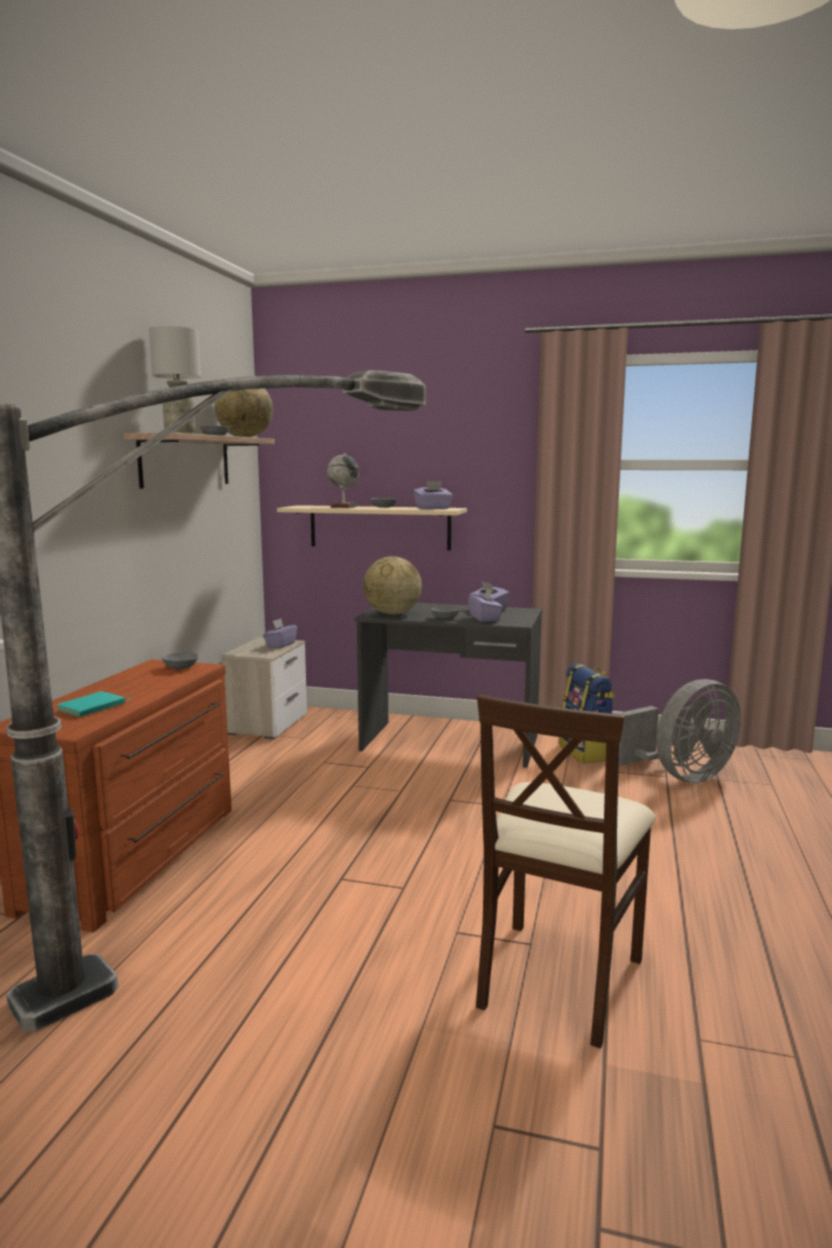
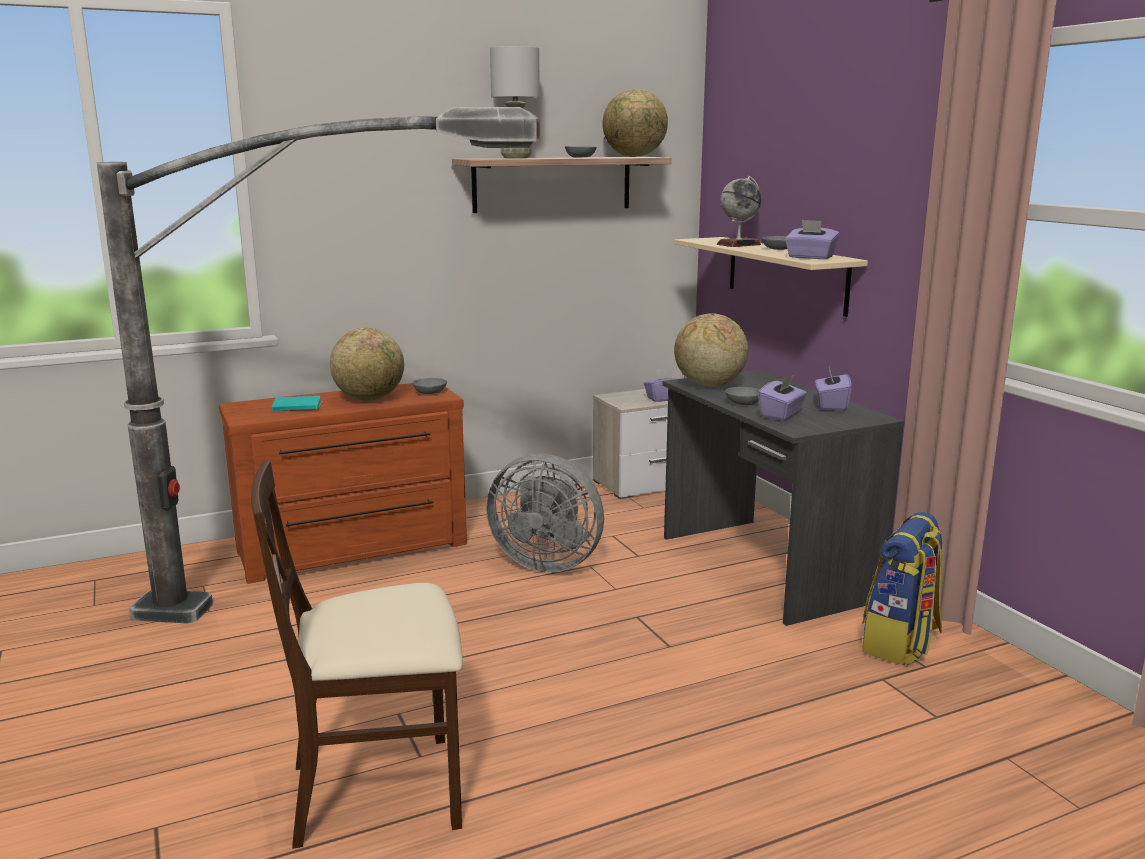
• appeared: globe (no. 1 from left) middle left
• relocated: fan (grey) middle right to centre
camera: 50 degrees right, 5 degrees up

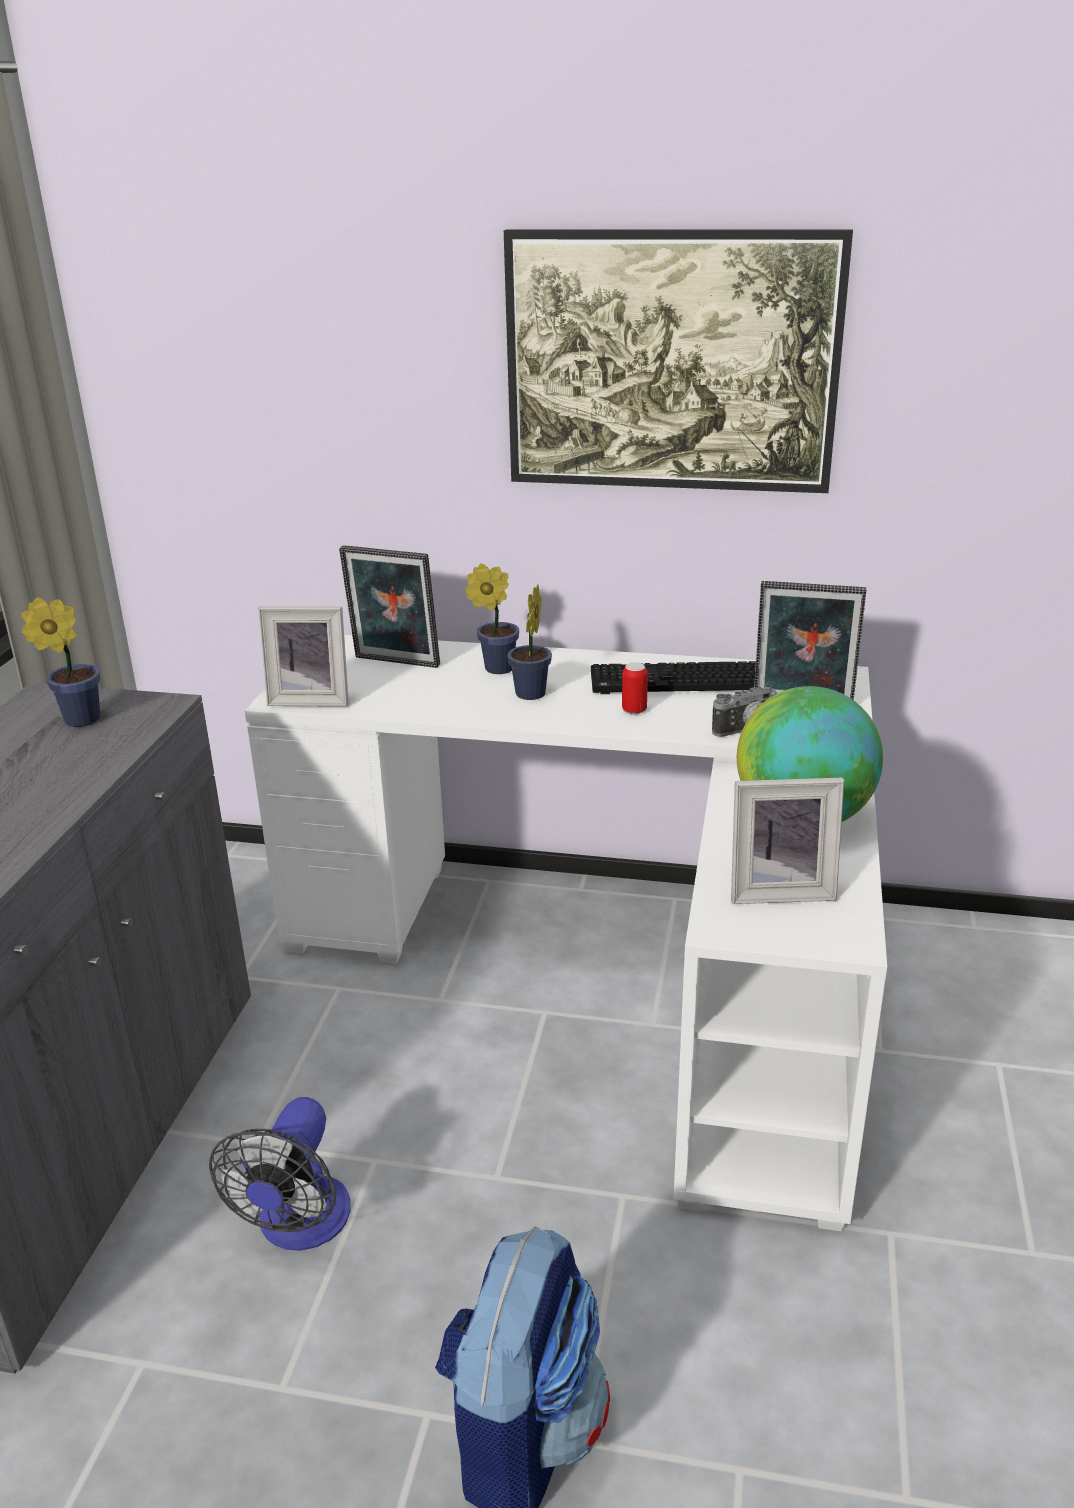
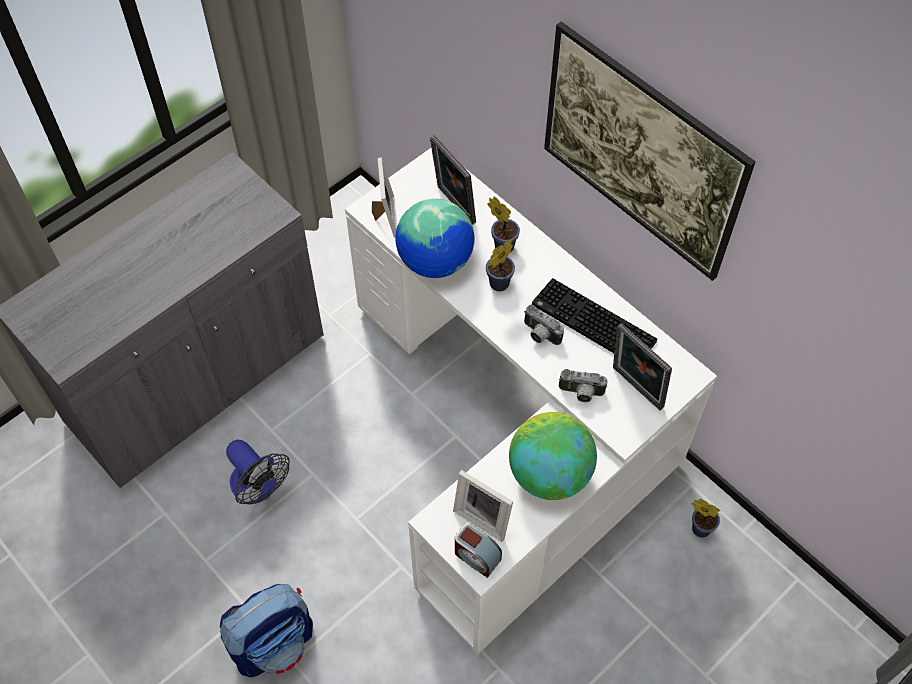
• spun: fan bottom left = bottom left 90 degrees counterclockwise
• spun: picture frame (no. 1 from left) middle left = top centre 135 degrees counterclockwise
• appeared: globe (no. 1 from left) centre
• appeared: alarm clock bottom centre
• exchanged: can centre to photo camera (no. 1 from left) centre
• relocated: potted plant (no. 1 from left in the first image) middle left to potted plant (no. 3 from left) bottom right
camera: 35 degrees right, 30 degrees up

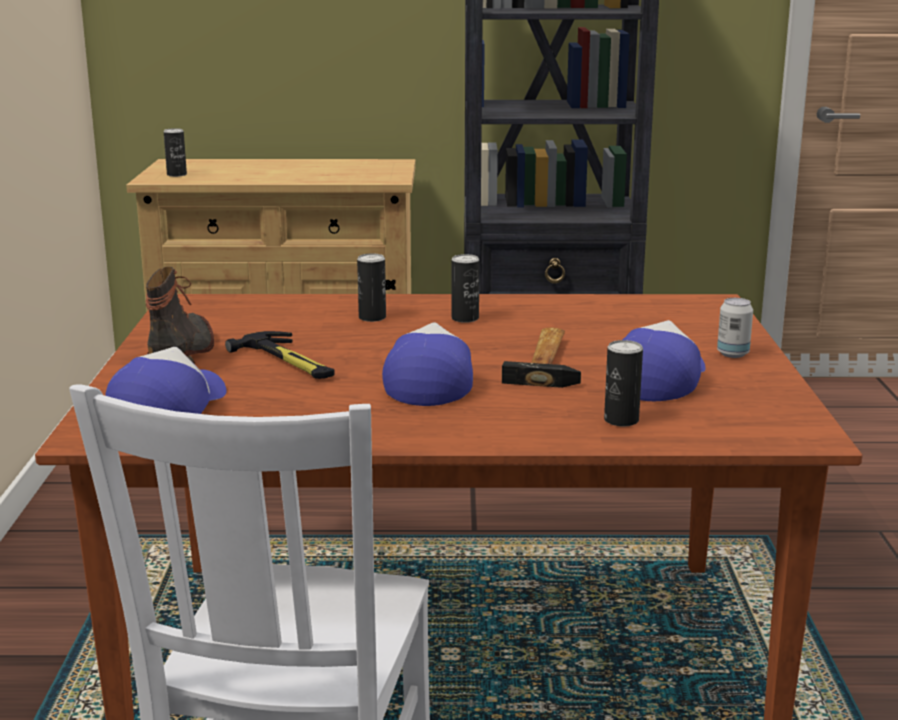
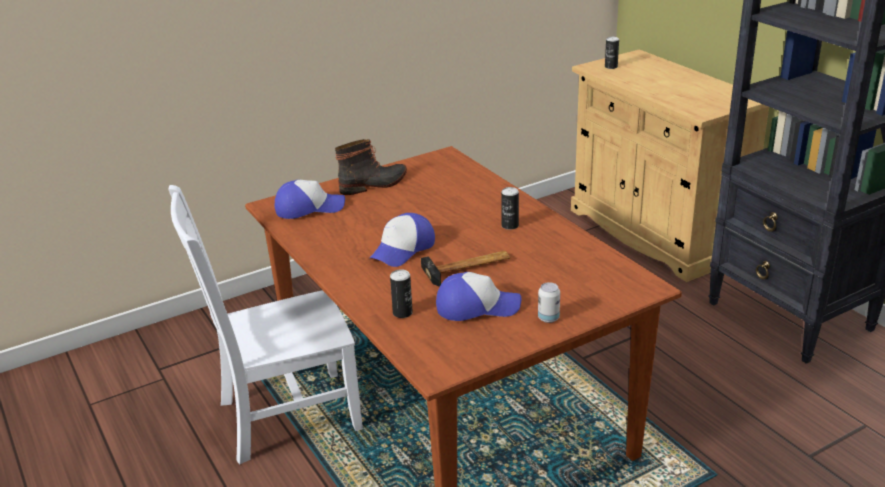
• spun: cap (no. 2 from left) centre = centre 150 degrees clockwise
• missing: hammer (no. 1 from left) middle left
• missing: can (no. 2 from left) centre
camera: 60 degrees right, 10 degrees up

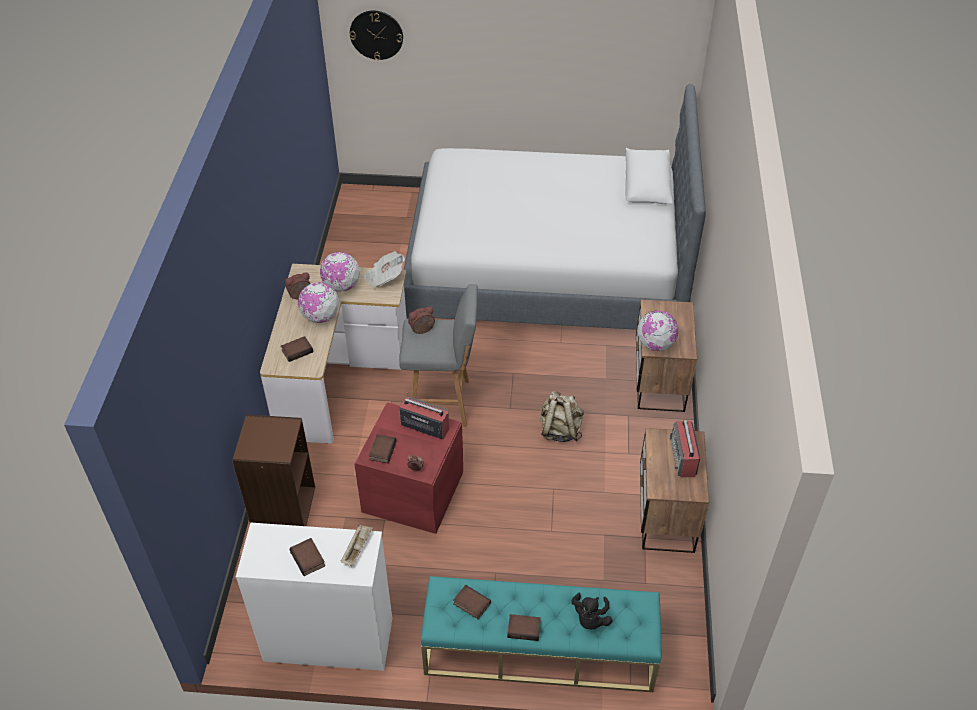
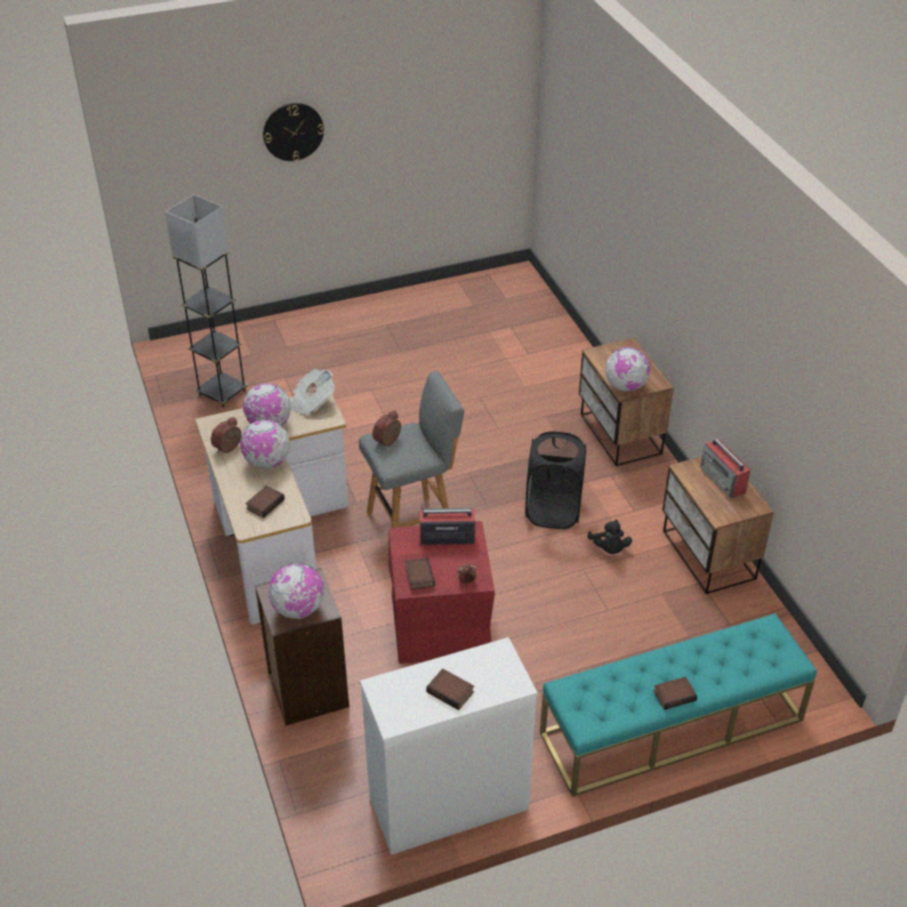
• appeared: floor lamp (grey) top left
• relocated: wall clock top centre to top left
• appeared: globe (no. 3 from left) middle left
• exchanged: backpack (beige) centre to laundry basket (black) centre
• relocated: plush toy (black) bottom centre to middle right
• missing: tray (beige) bottom centre
• missing: bed top centre
• missing: book (no. 4 from left) bottom centre
camera: 25 degrees left, 5 degrees down

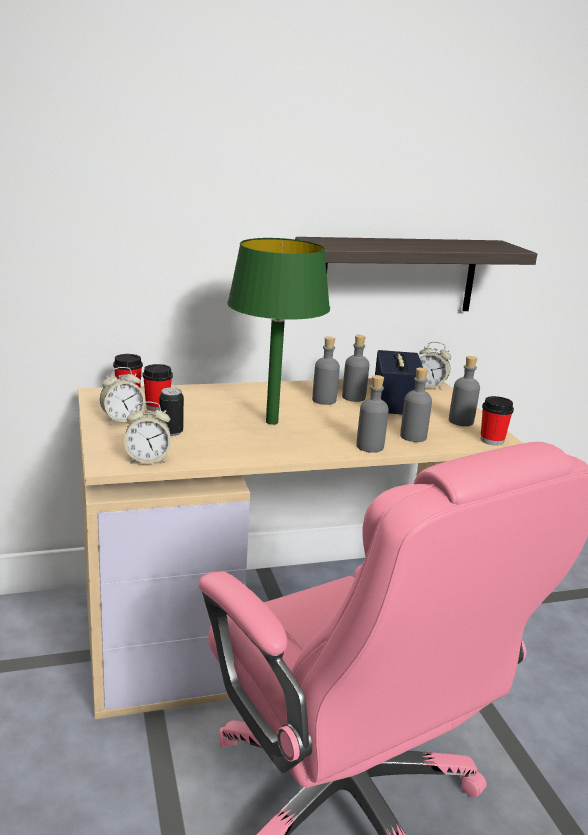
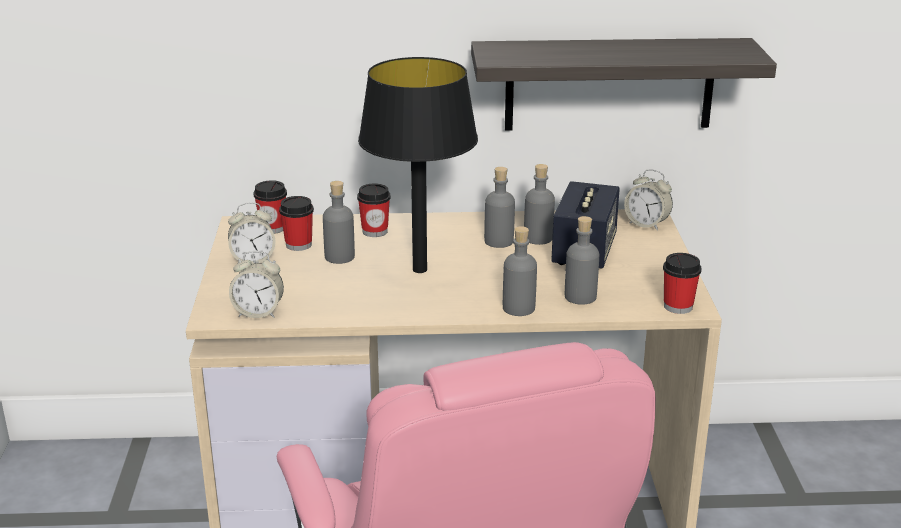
• relocated: bottle (grey) (no. 5 from left in the first image) middle right to bottle (grey) (no. 1 from left) centre
• appeared: cup (no. 3 from left) centre
• colour: table lamp (green) centre to table lamp (black) top centre
• missing: can middle left
camera: 15 degrees right, 5 degrees up

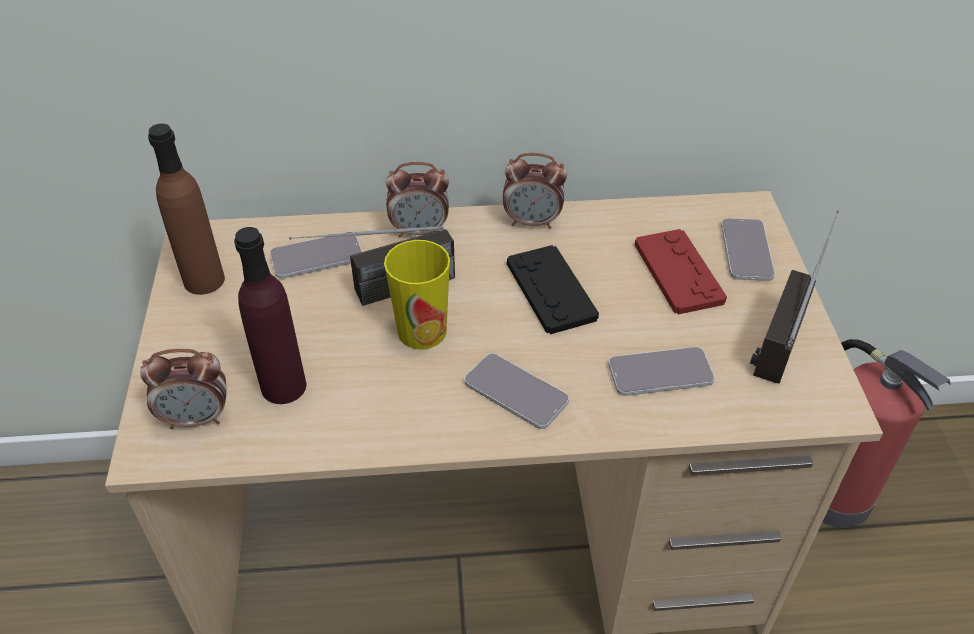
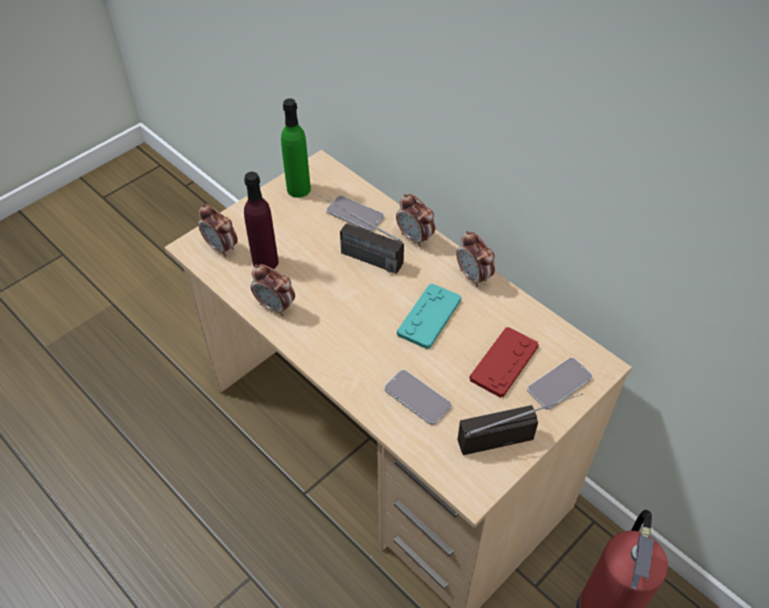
• appeared: alarm clock (no. 2 from left) centre
• colour: bottle (brown) top left to bottle (green) top centre
• colour: game controller (black) centre to game controller (turquoise) centre
• missing: cup centre
• missing: phone (no. 2 from left) centre
camera: 50 degrees right, 5 degrees up

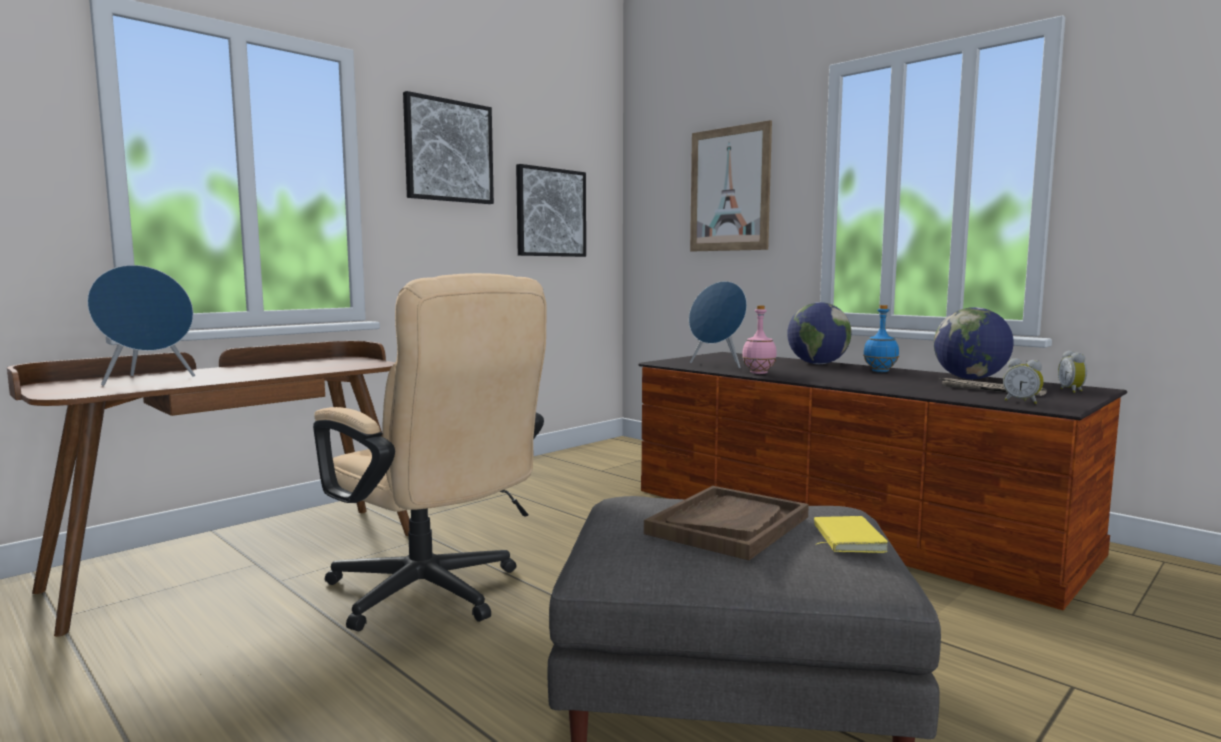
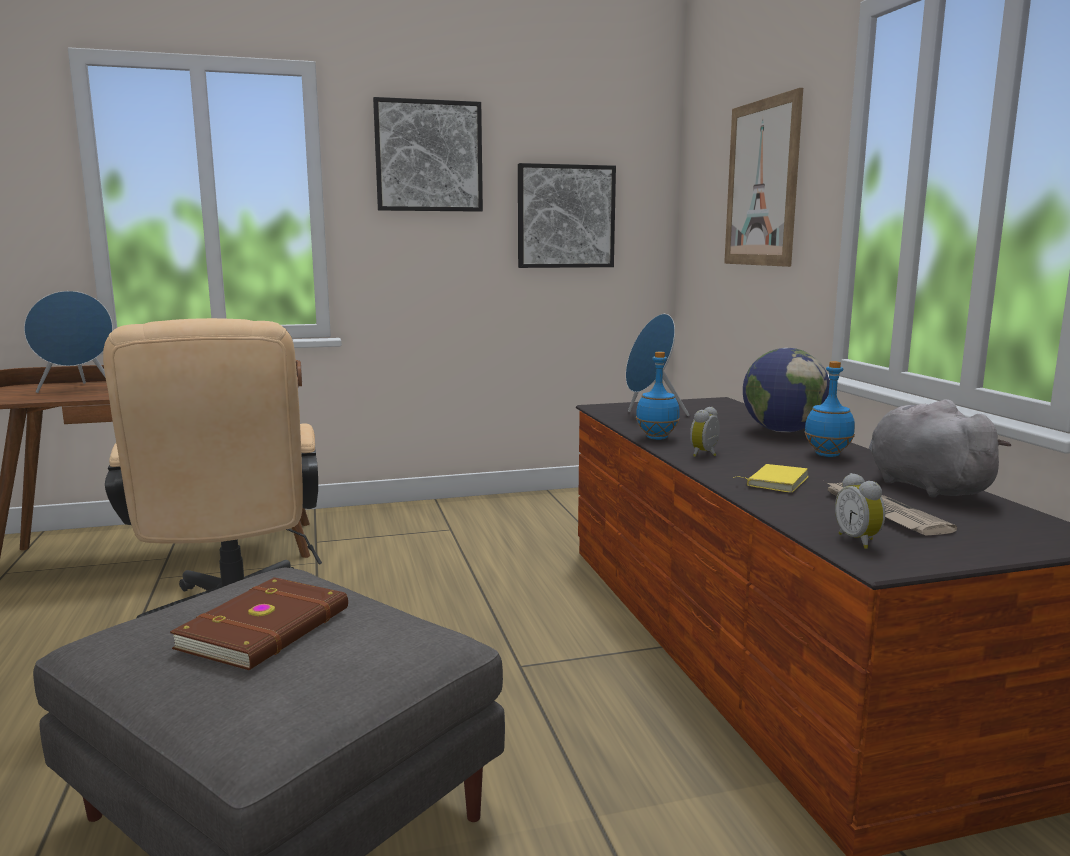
• exchanged: tray (brown) bottom centre to book (brown) bottom left
• colour: bottle (pink) centre to bottle (blue) (no. 1 from left) centre
• relocated: alarm clock (no. 2 from left in the first image) middle right to alarm clock (no. 1 from left) centre
• relocated: book (yellow) bottom right to middle right
• exchanged: globe (no. 2 from left) middle right to plush toy (grey) middle right
camera: 30 degrees right, 5 degrees up

